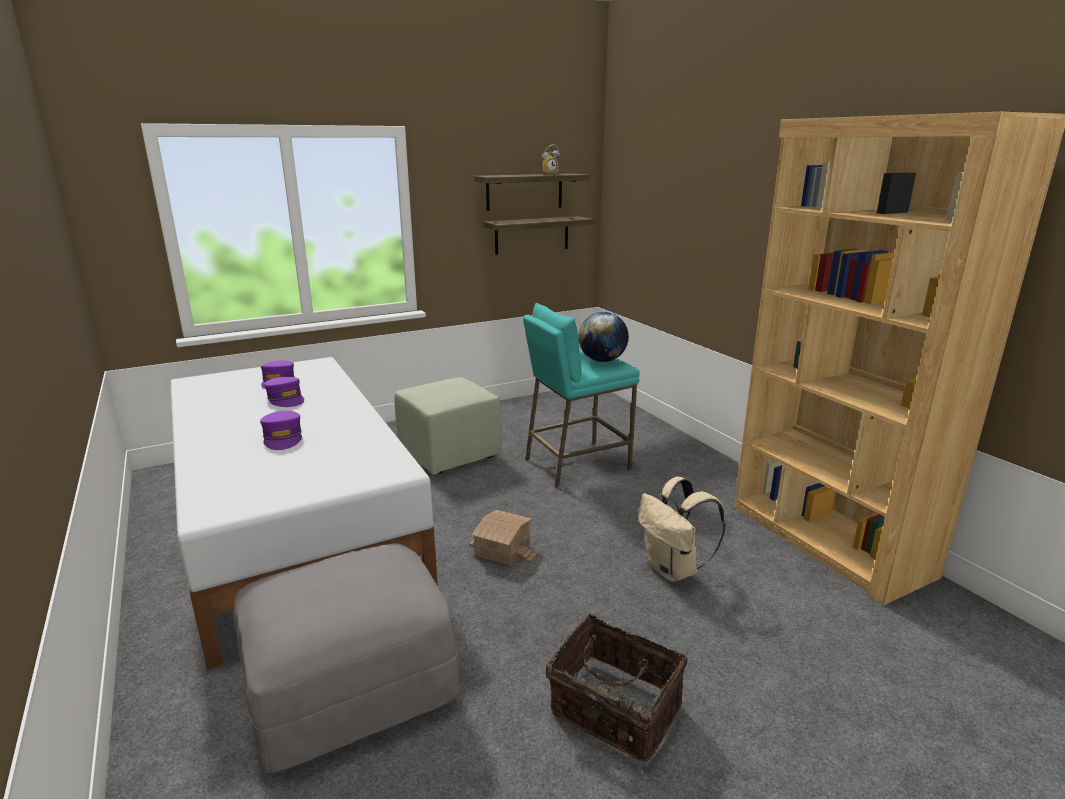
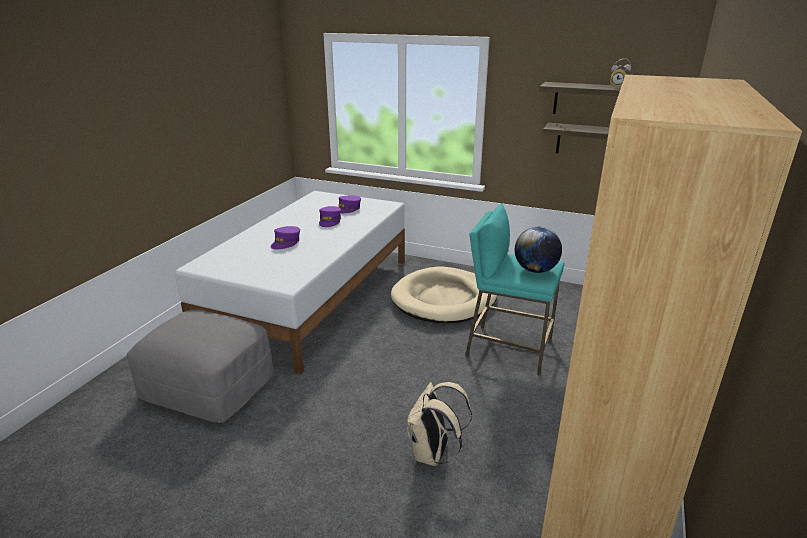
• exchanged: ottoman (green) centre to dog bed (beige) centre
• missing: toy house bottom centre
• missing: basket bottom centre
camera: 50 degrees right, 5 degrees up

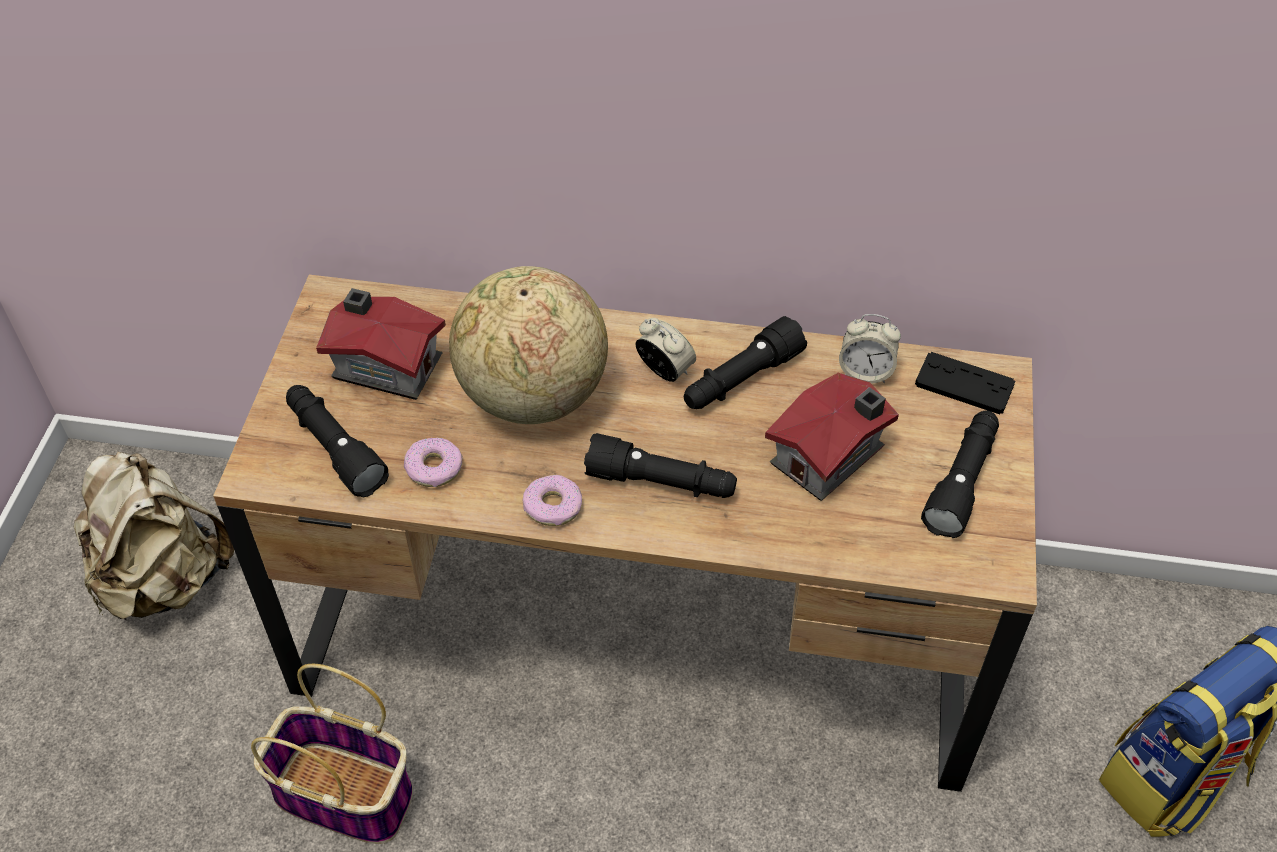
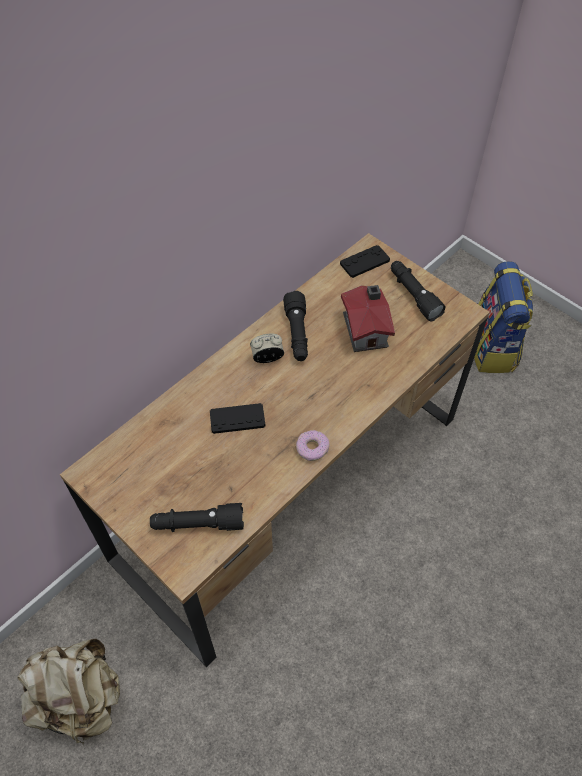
• exchanged: globe centre to game controller (black) (no. 1 from left) centre
• missing: basket bottom left
• missing: toy house (no. 1 from left) middle left
• missing: donut (no. 1 from left) centre
• missing: flashlight (black) (no. 2 from left) centre
• missing: alarm clock (no. 2 from left) middle right
camera: 55 degrees left, 5 degrees up

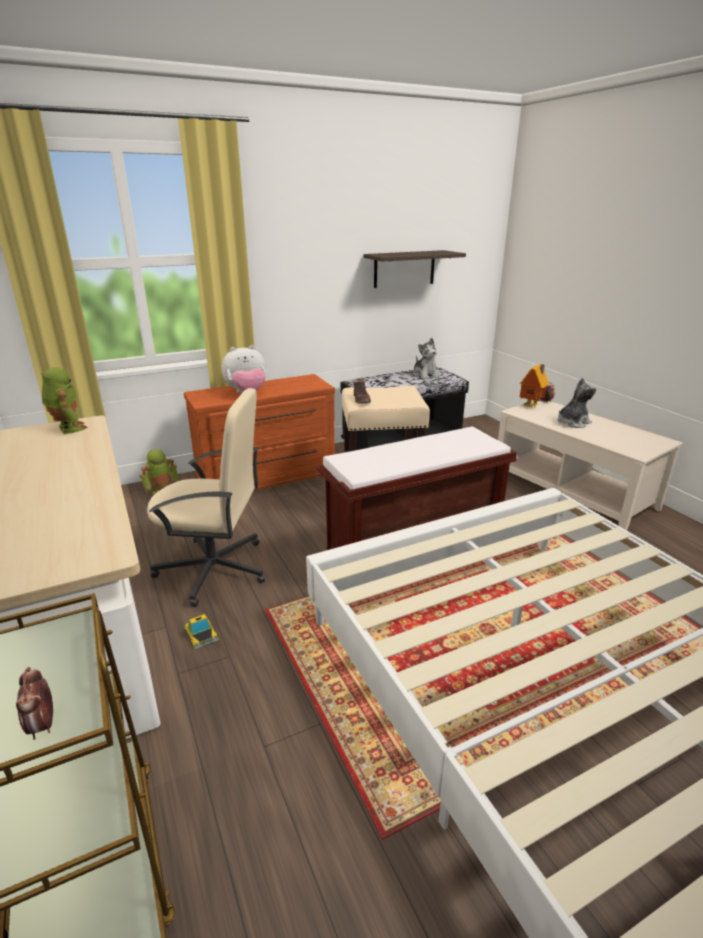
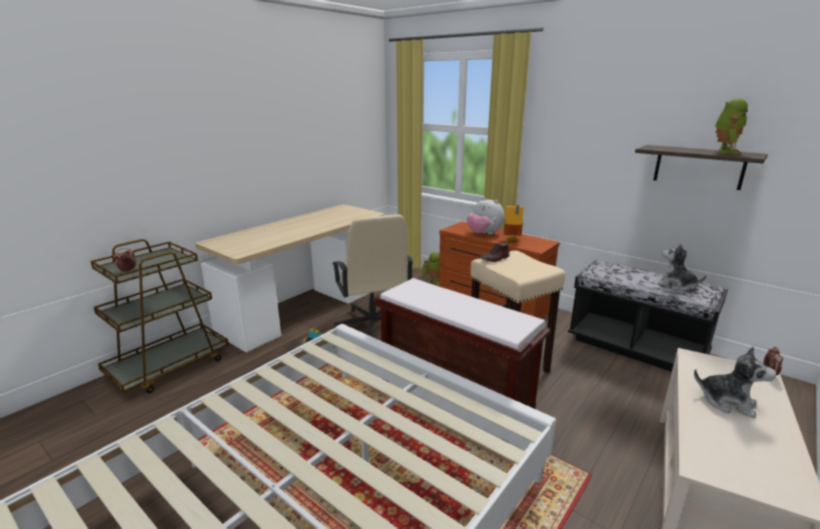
• relocated: toy house middle right to centre
• spun: plush toy (no. 2 from left) centre = middle right 90 degrees clockwise
• relocated: toy robot (no. 1 from left in the first image) middle left to toy robot (no. 2 from left) top right
camera: 65 degrees right, 5 degrees down

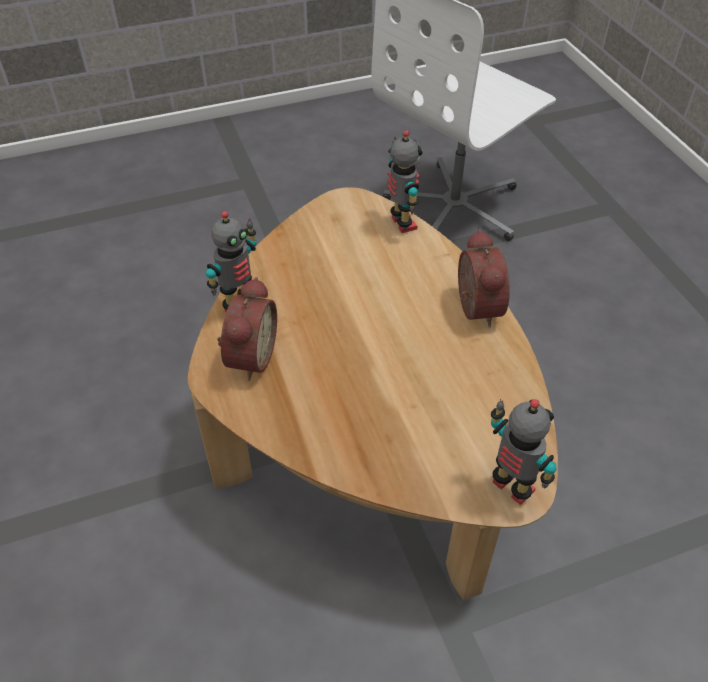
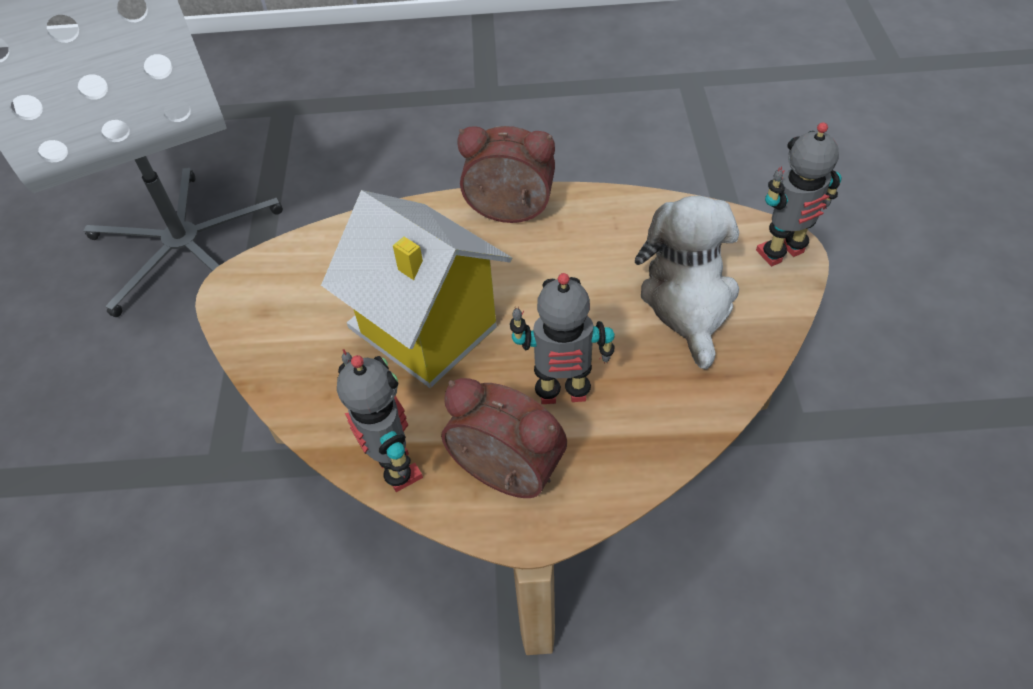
• appeared: toy house centre
• relocated: toy robot (no. 2 from left) top centre to centre
• appeared: plush toy centre
camera: 70 degrees left, 5 degrees up

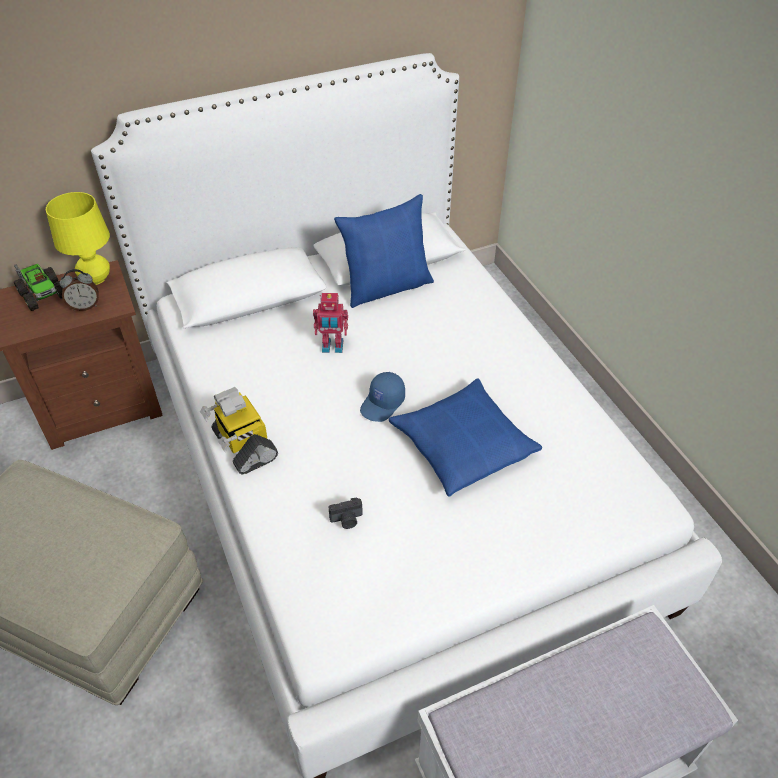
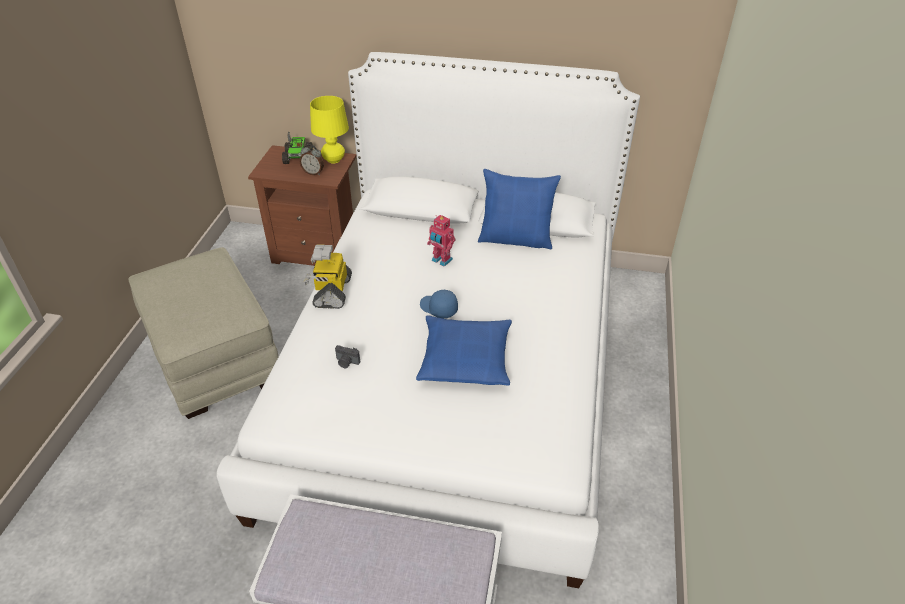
• spun: cap (blue) centre = centre 60 degrees clockwise
camera: 35 degrees right, 5 degrees down

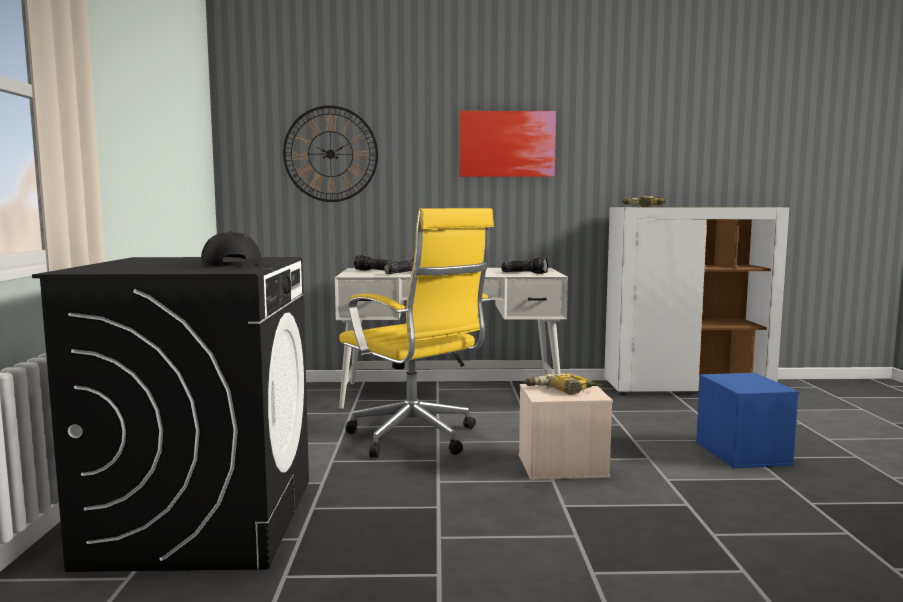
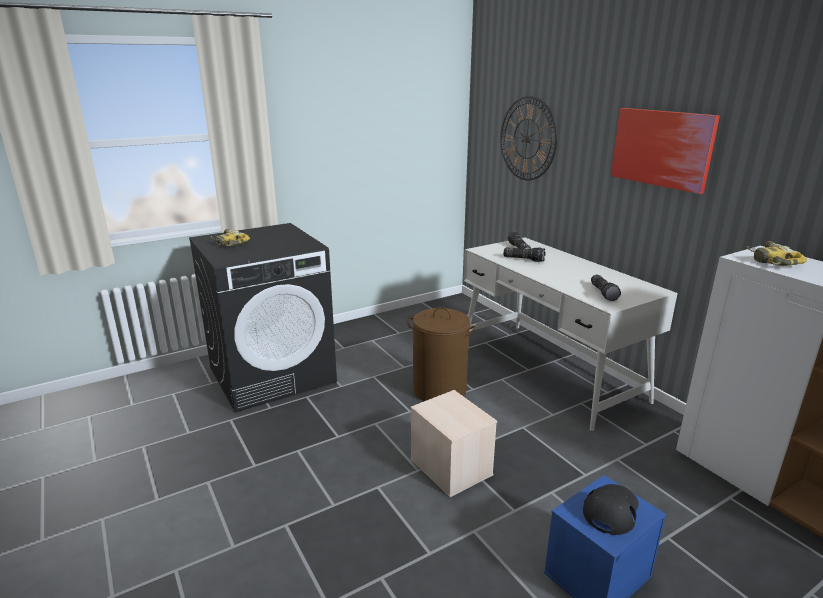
• relocated: power drill (no. 1 from left) centre to middle left
• exchanged: office chair (yellow) centre to laundry basket (brown) centre
• relocated: cap (black) middle left to bottom right
camera: 60 degrees right, 15 degrees up

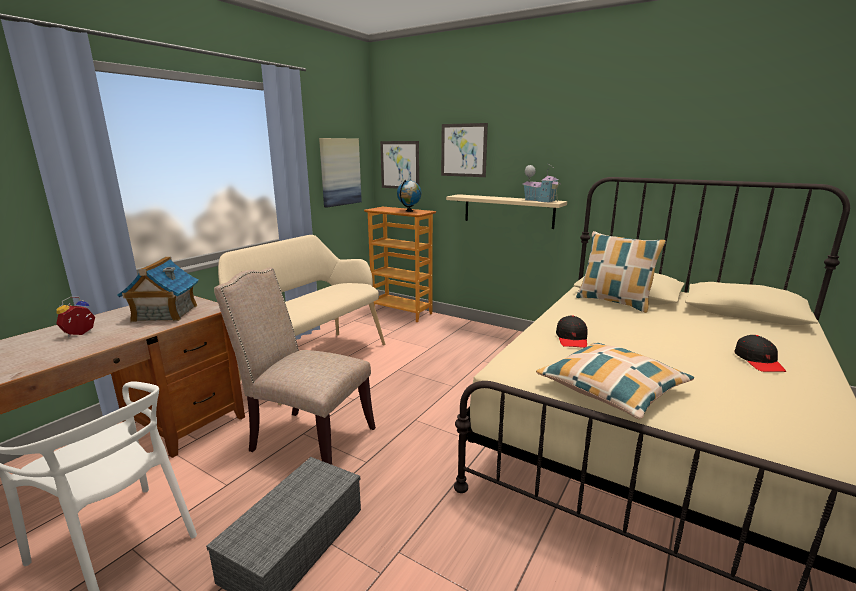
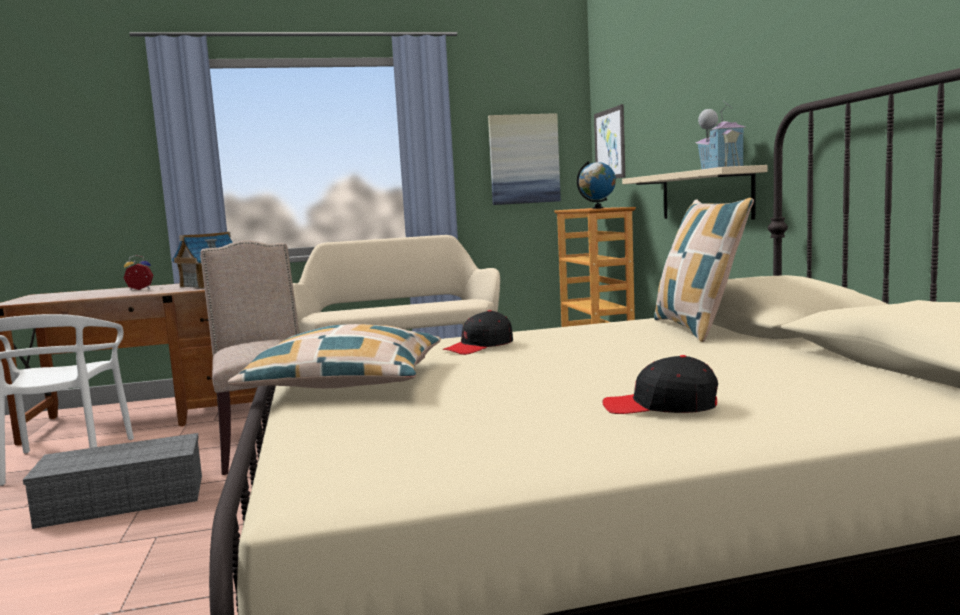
• spun: cap (black) (no. 2 from left) middle right = middle right 60 degrees clockwise
• missing: picture (no. 3 from left) top centre
camera: 45 degrees right, 10 degrees down

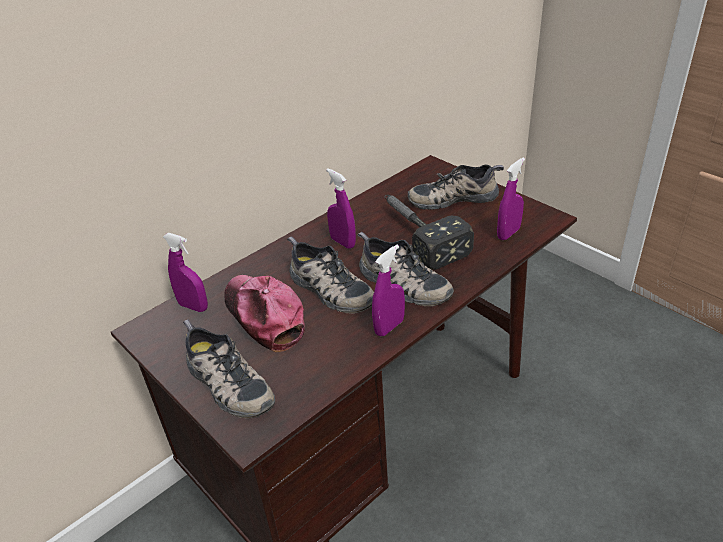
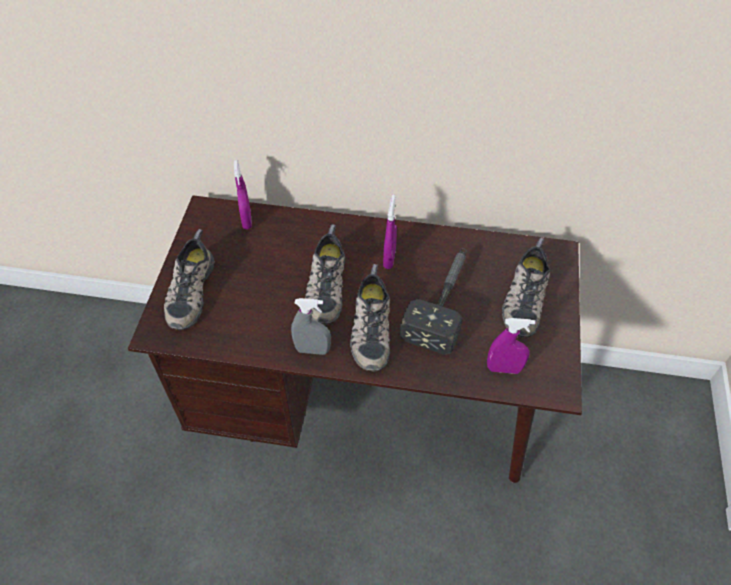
• colour: spray bottle (purple) (no. 3 from left) centre to spray bottle (grey) centre
• spun: shoe (no. 4 from left) centre = middle right 120 degrees counterclockwise
• missing: cap centre
camera: 50 degrees right, 15 degrees up

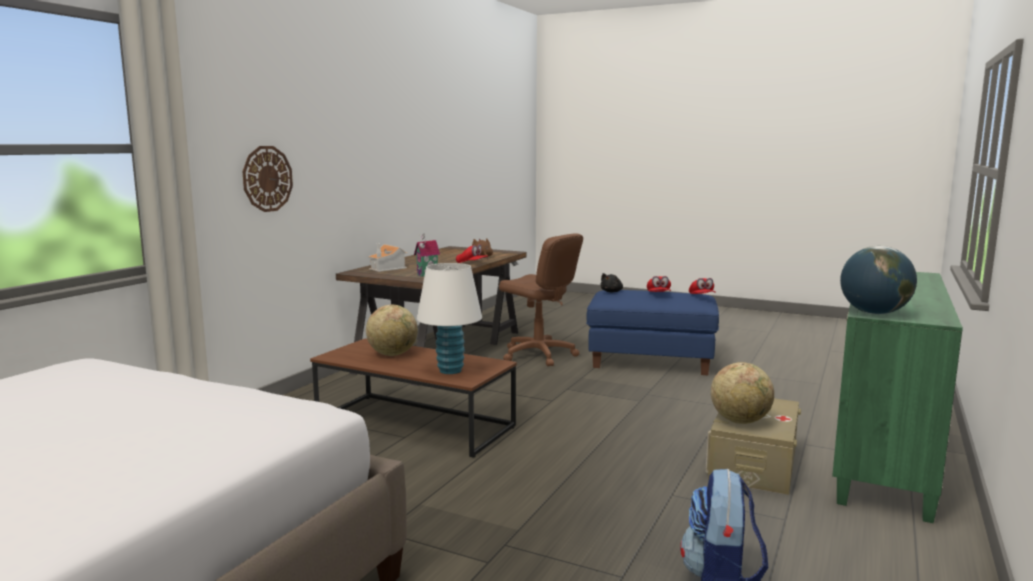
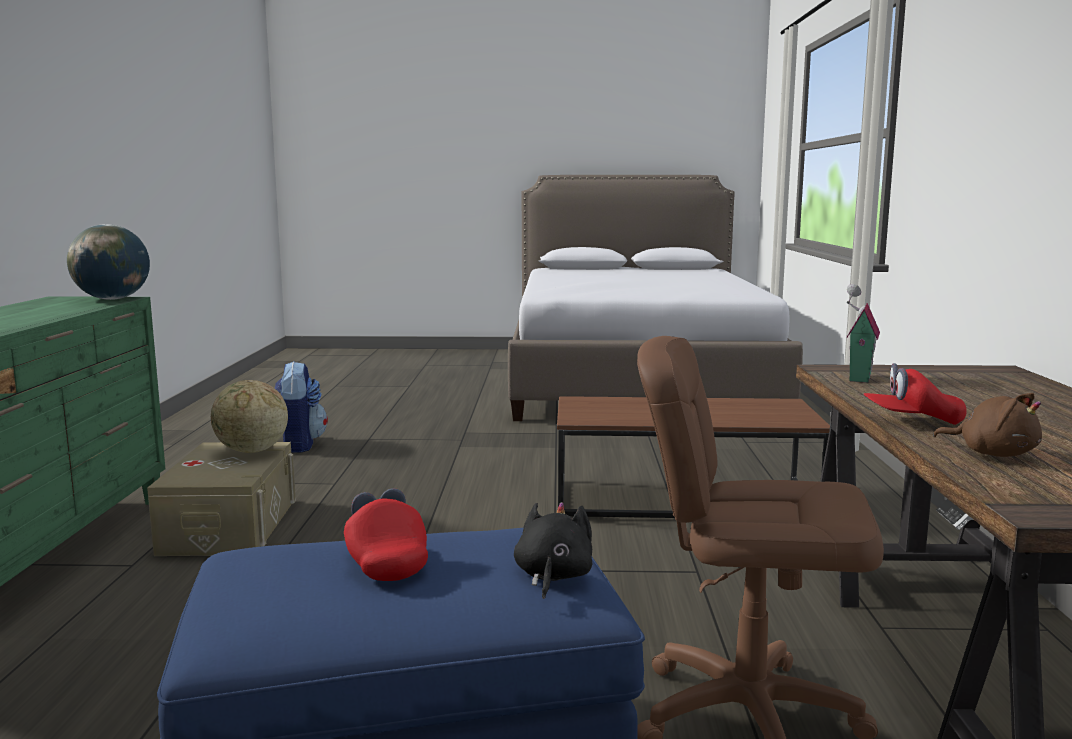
• missing: wall clock top left
• missing: globe (no. 1 from left) centre
• missing: toy house (no. 1 from left) centre
• missing: table lamp (white) centre
• missing: cap (red) (no. 3 from left) middle right
camera: 155 degrees right, 0 degrees up

